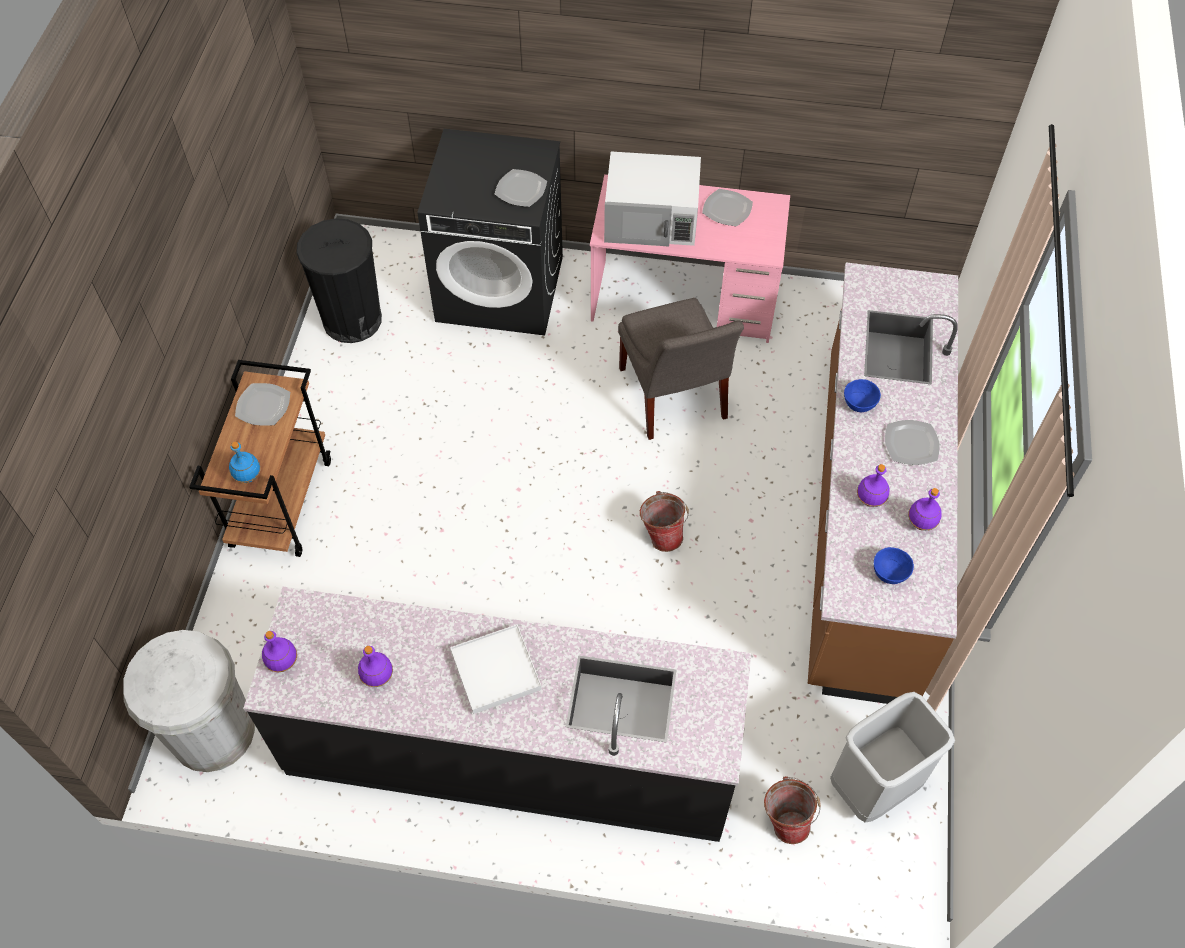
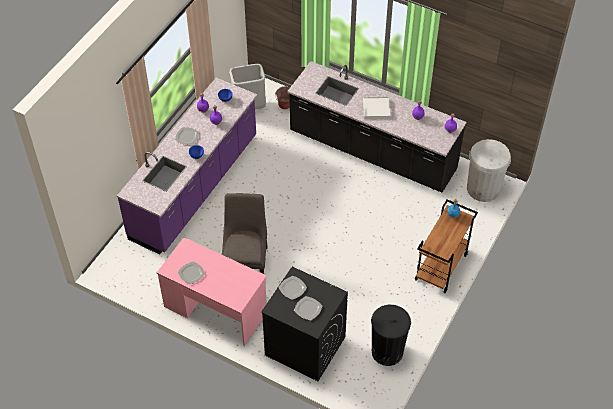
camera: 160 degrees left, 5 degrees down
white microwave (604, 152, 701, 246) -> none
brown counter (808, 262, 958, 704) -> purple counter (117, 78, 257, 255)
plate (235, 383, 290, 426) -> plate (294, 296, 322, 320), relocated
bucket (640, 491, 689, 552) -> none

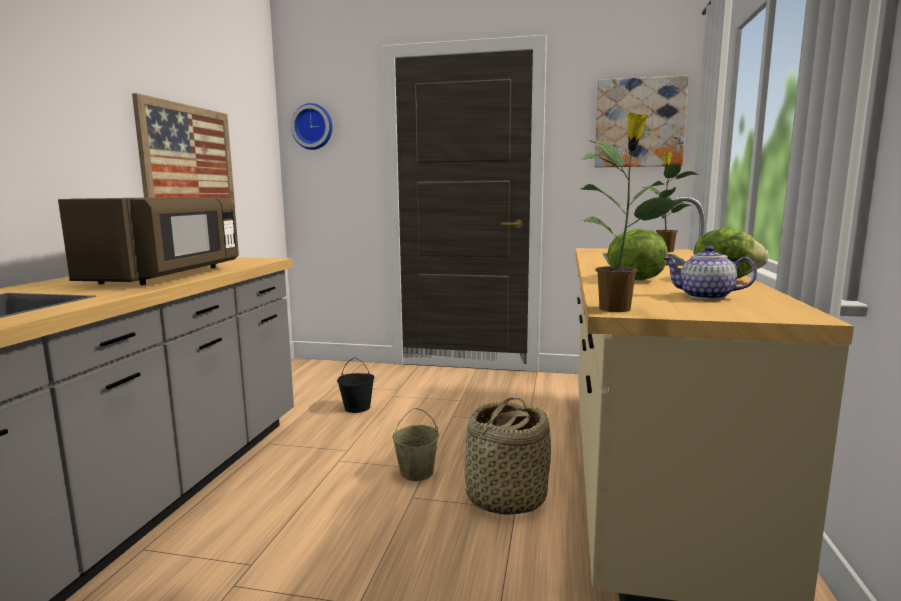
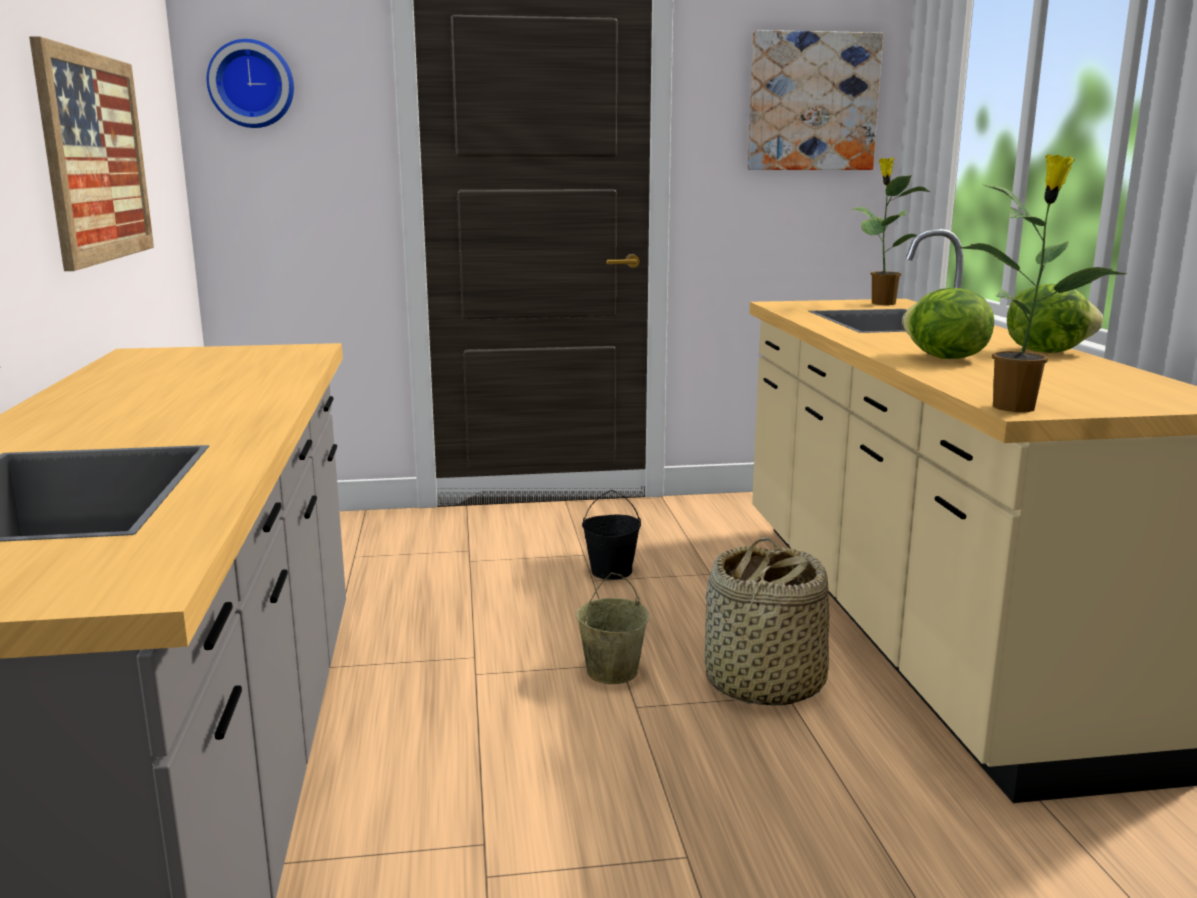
camera: 20 degrees left, 5 degrees up
brown microwave (58, 197, 239, 285) -> none
teapot (663, 246, 757, 300) -> none
black bucket (337, 357, 374, 413) -> black bucket (582, 490, 641, 580), relocated

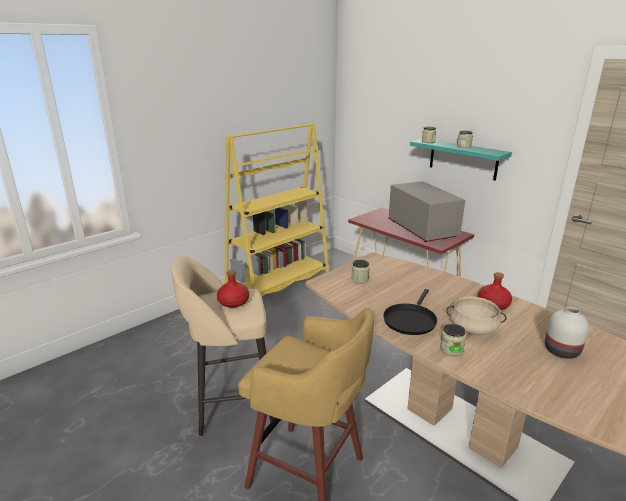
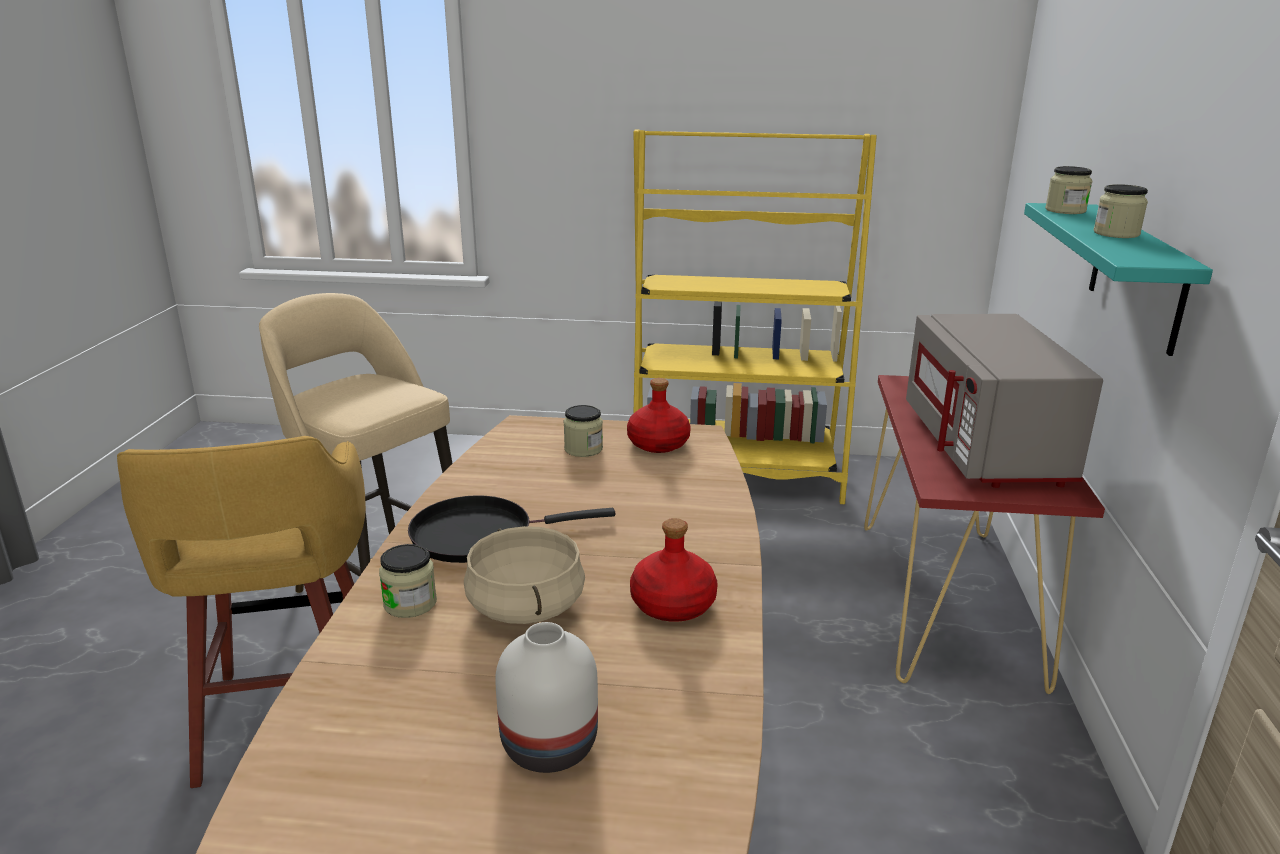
camera: 50 degrees right, 0 degrees up
grey microwave (388, 181, 465, 242) -> grey microwave (906, 314, 1103, 488), 150 degrees clockwise
red bottle (217, 270, 249, 308) -> red bottle (627, 378, 691, 453), relocated

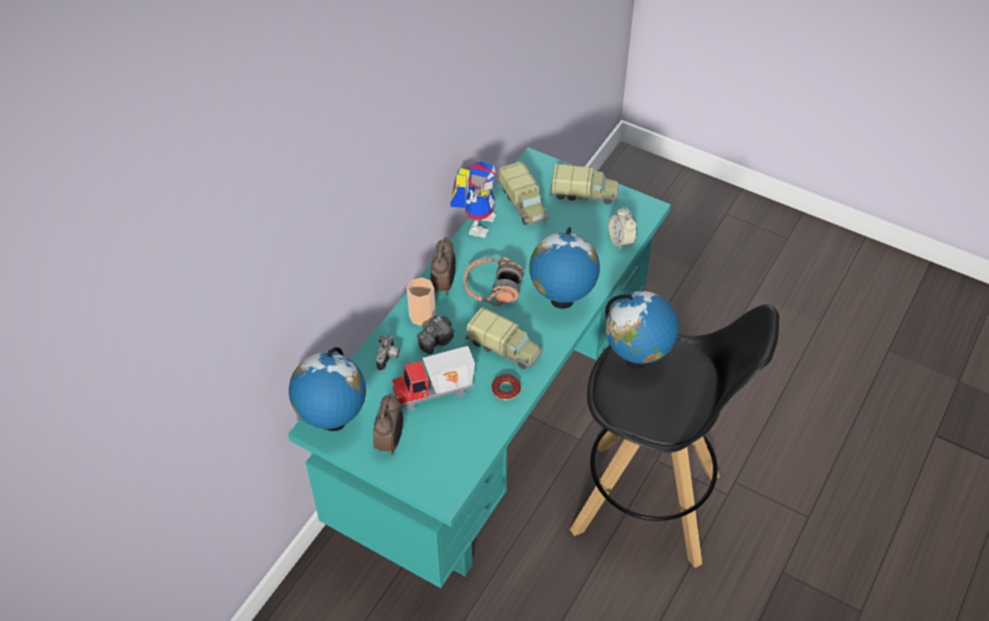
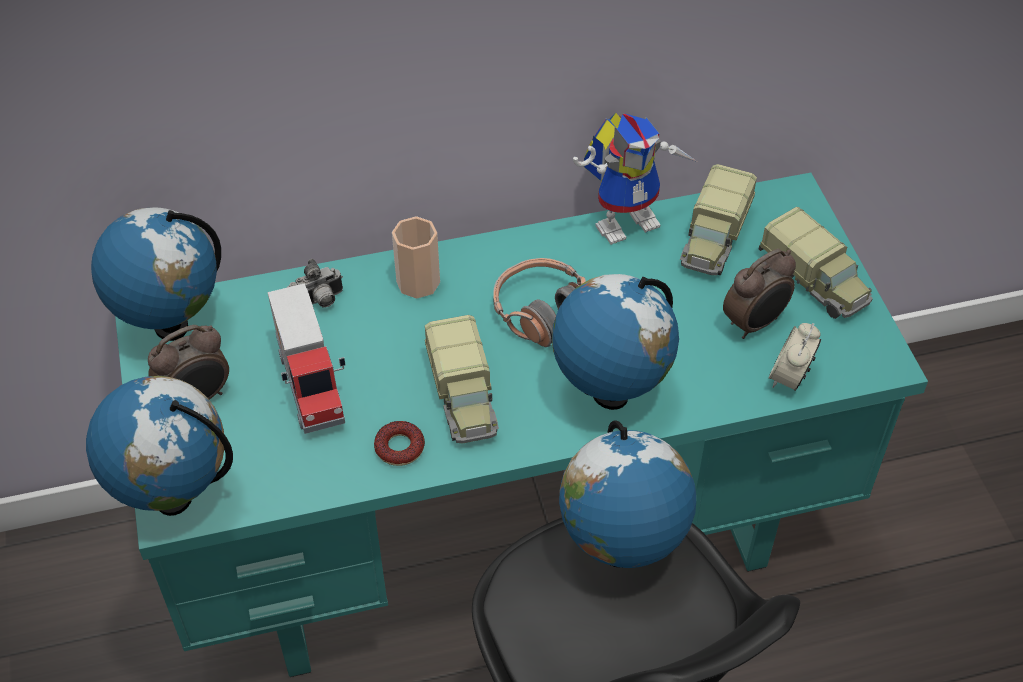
camera: 45 degrees right, 0 degrees up
alarm clock (431, 237, 456, 296) -> alarm clock (723, 249, 796, 339), relocated
photo camera (417, 316, 454, 354) -> none
toy truck (392, 346, 475, 410) -> toy truck (267, 283, 346, 434), 135 degrees counterclockwise
none -> globe (86, 376, 233, 516)

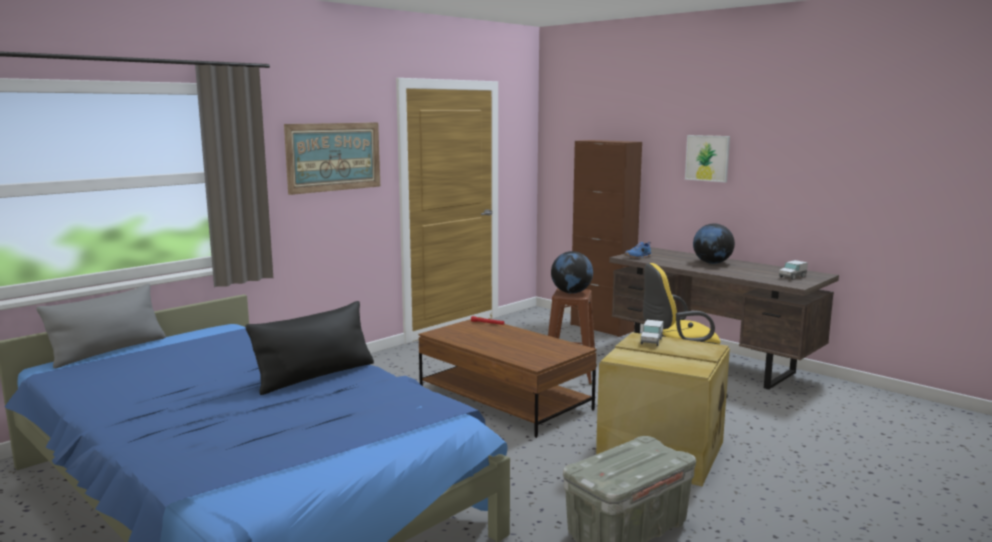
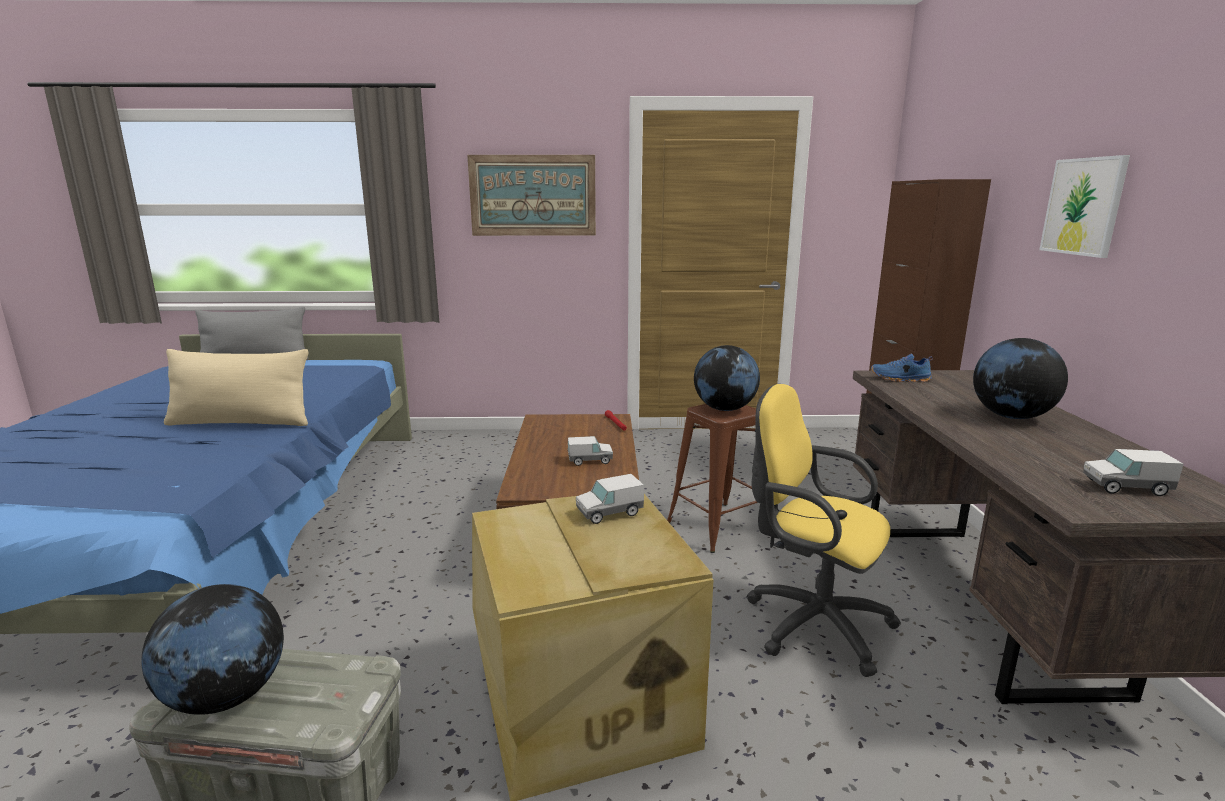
camera: 45 degrees right, 5 degrees up
black pillow (245, 301, 374, 395) -> beige pillow (164, 349, 309, 426)
none -> toy truck (568, 436, 613, 466)
none -> globe (141, 584, 284, 715)

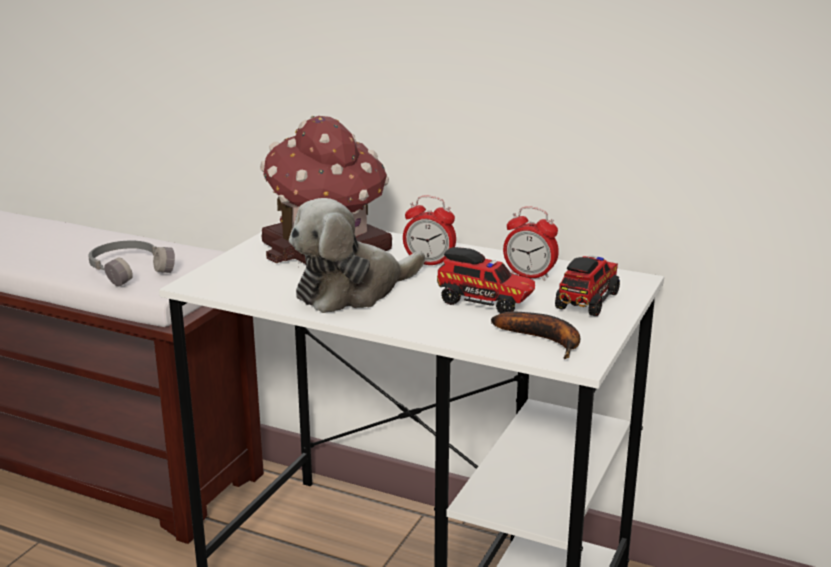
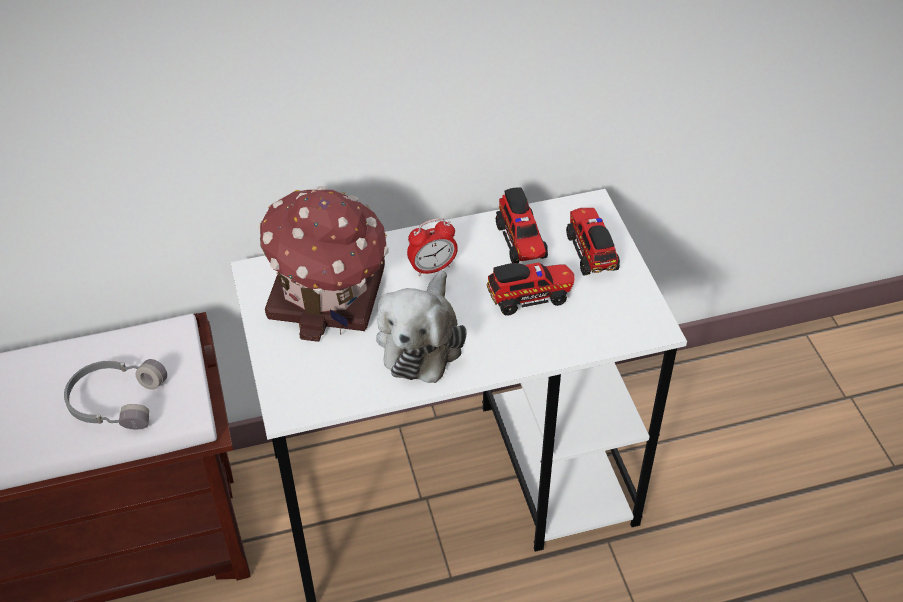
camera: 40 degrees left, 25 degrees up
alarm clock (503, 206, 559, 281) -> toy truck (496, 187, 548, 263)
banana (491, 312, 580, 359) -> none

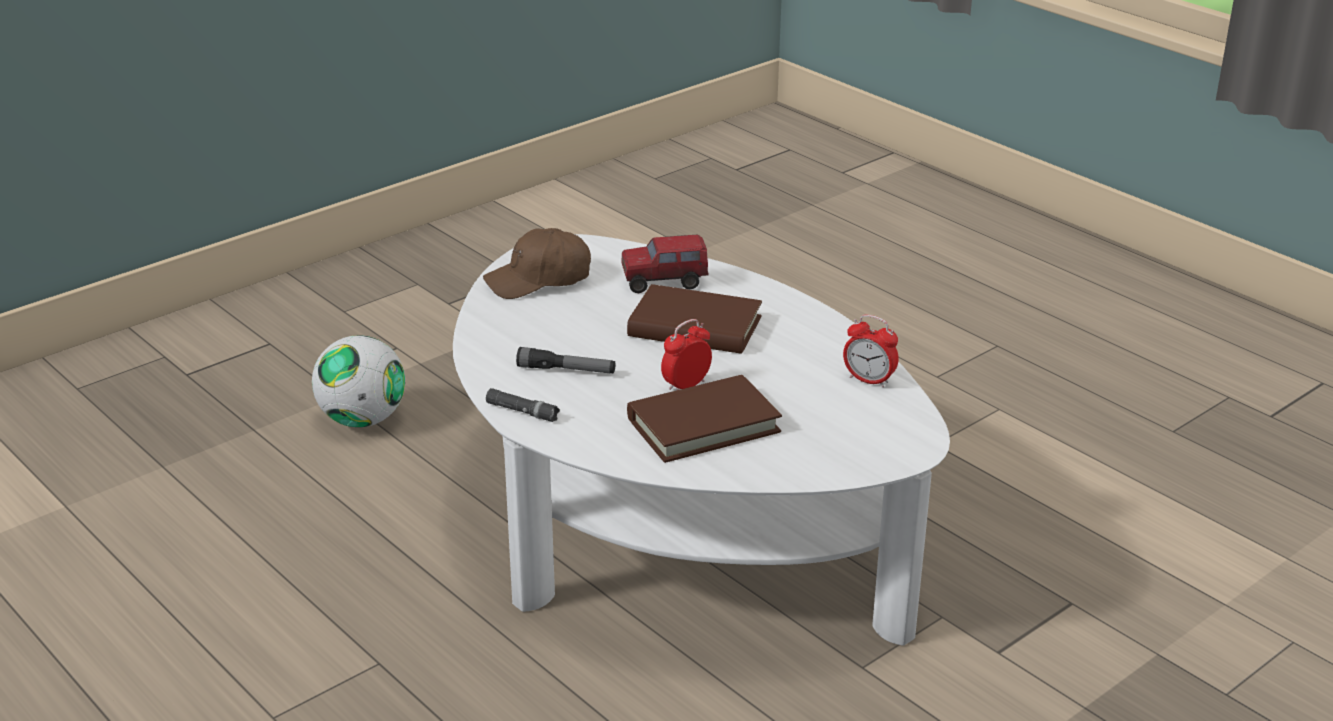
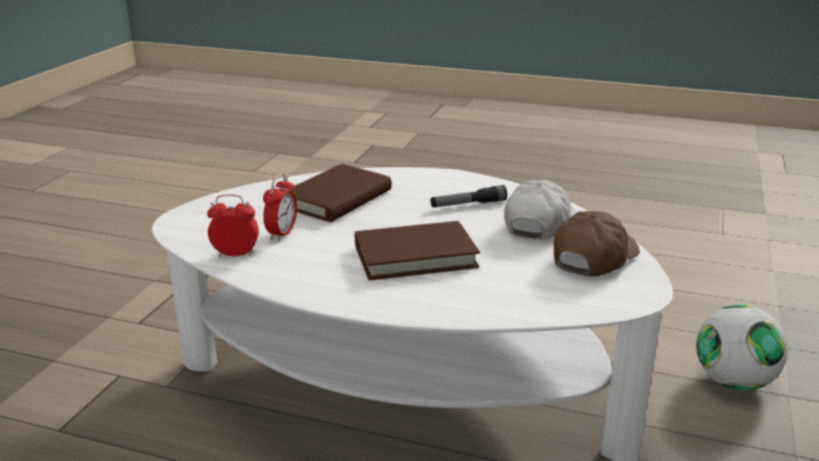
camera: 150 degrees right, 5 degrees down
toy truck (621, 234, 709, 293) -> none
alarm clock (661, 319, 712, 391) -> alarm clock (263, 174, 297, 241), relocated
black flashlight (486, 388, 560, 422) -> none
none -> white cap (504, 180, 577, 239)

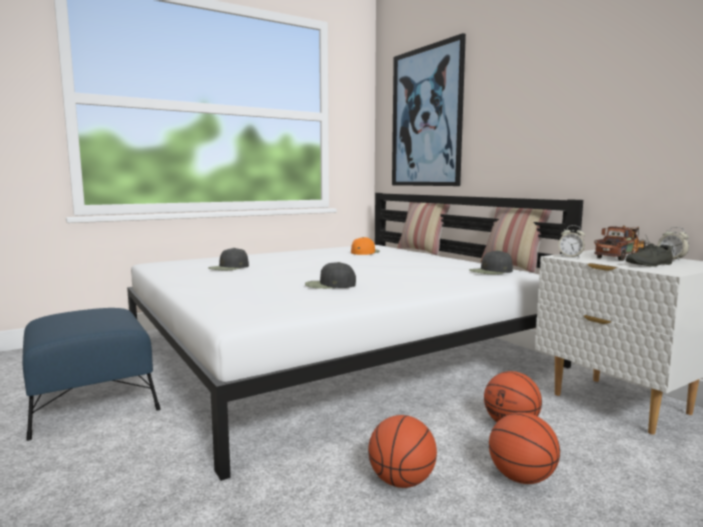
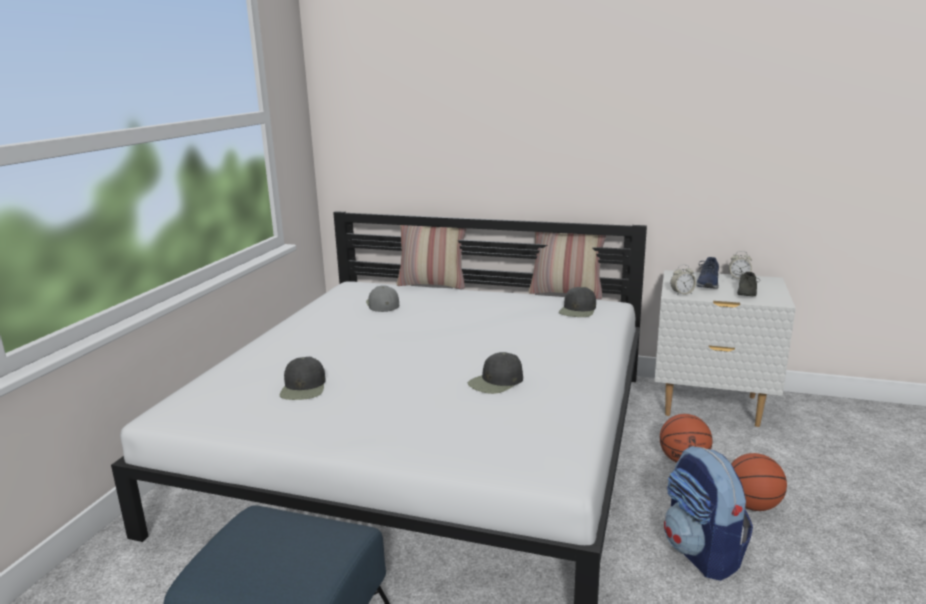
camera: 40 degrees left, 10 degrees up
picture (392, 33, 466, 186) -> none
toy truck (594, 226, 645, 261) -> blue shoe (696, 257, 719, 289)
orange cap (351, 237, 380, 255) -> grey cap (366, 285, 399, 312)
basketball (368, 415, 437, 488) -> backpack (664, 446, 753, 581)

